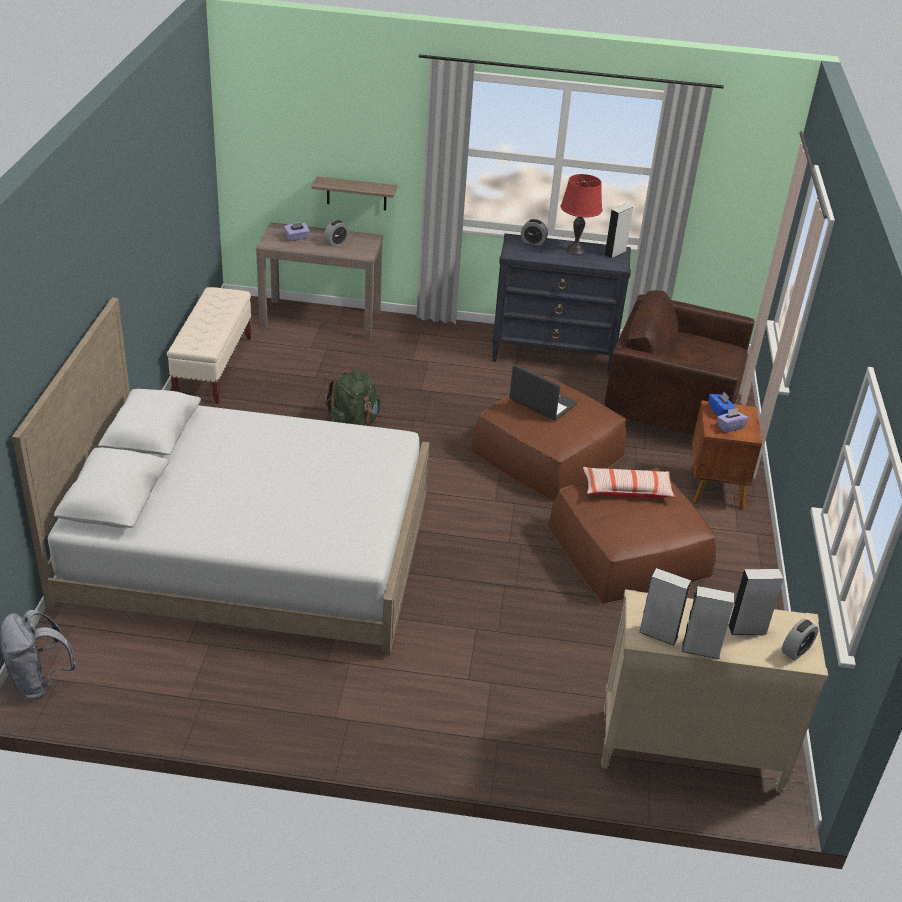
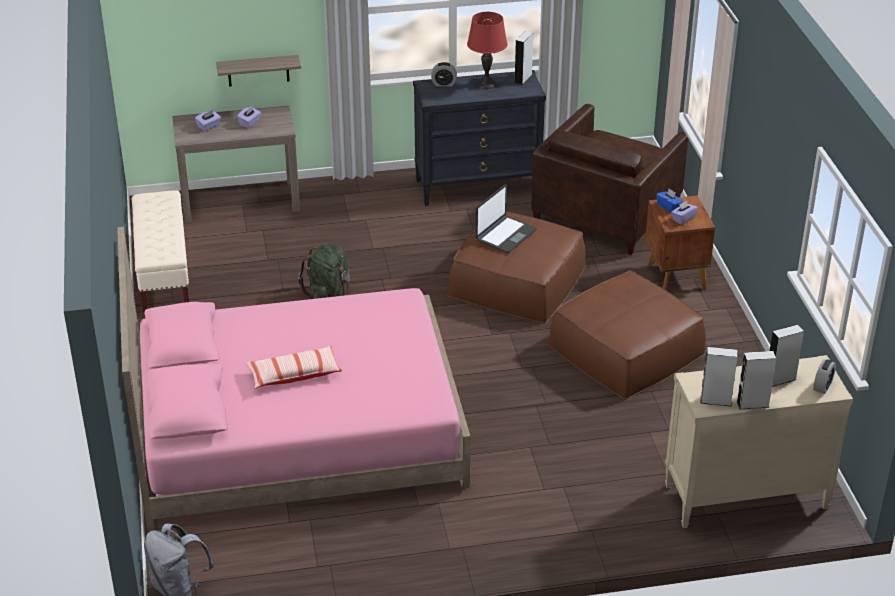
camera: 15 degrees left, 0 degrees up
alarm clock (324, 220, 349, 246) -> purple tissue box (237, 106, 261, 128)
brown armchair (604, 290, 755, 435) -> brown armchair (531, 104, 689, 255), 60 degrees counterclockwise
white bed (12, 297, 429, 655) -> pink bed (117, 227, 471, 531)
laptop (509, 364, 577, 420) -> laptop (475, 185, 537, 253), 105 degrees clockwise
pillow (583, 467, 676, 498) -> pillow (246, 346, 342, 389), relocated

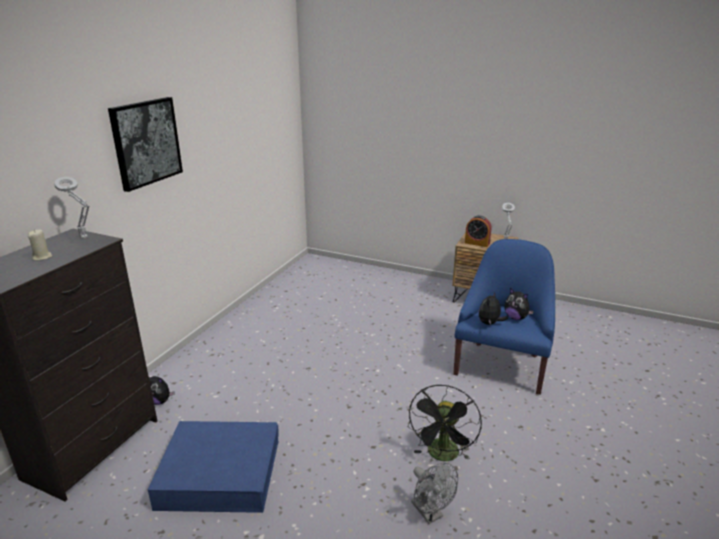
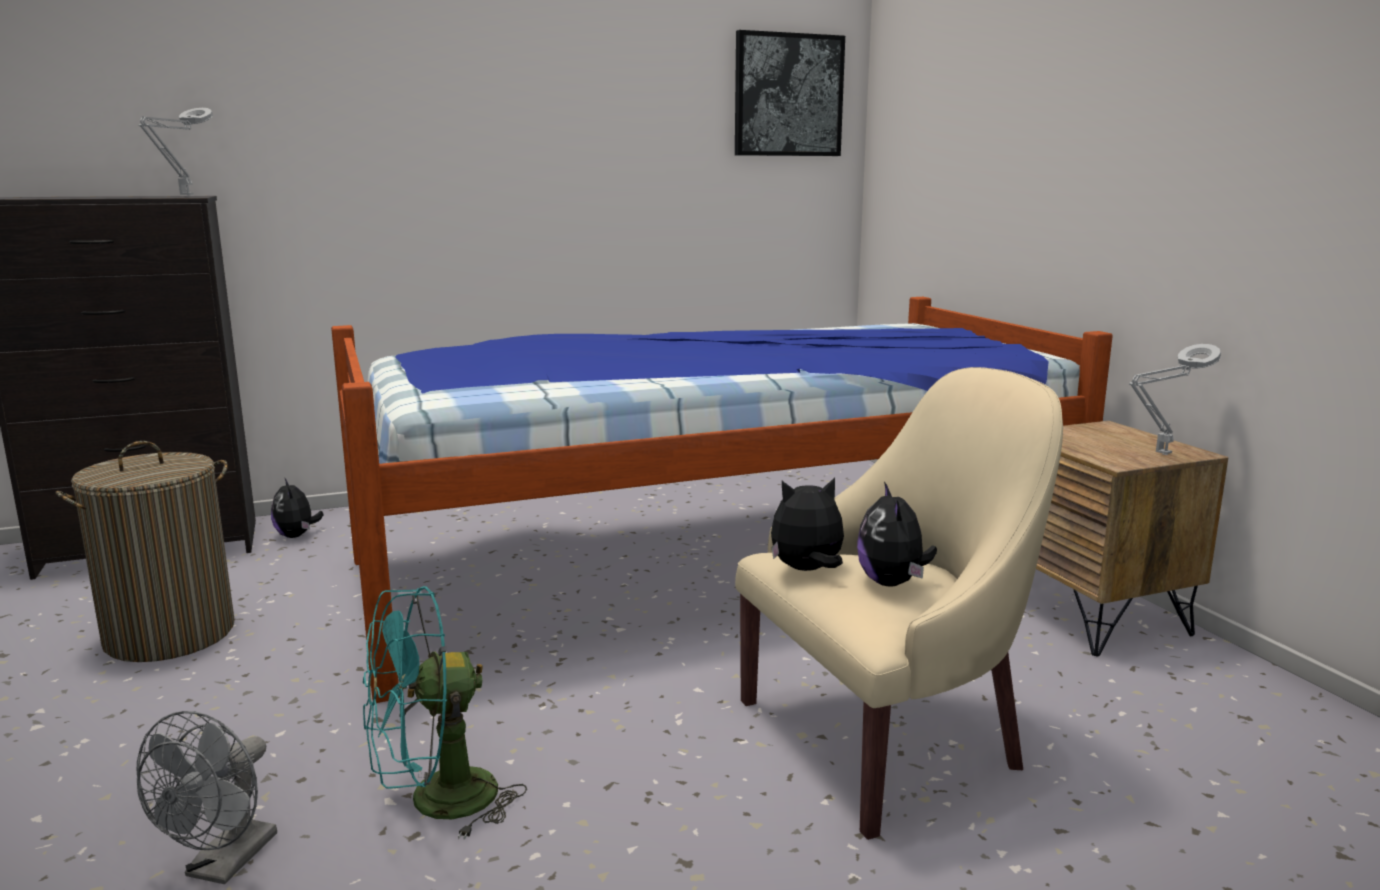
camera: 45 degrees right, 10 degrees down
picture (108, 97, 183, 192) -> picture (735, 30, 845, 156), relocated
alarm clock (465, 215, 491, 247) -> none
beige candle (28, 229, 52, 261) -> none
blue armchair (453, 239, 555, 395) -> beige armchair (735, 367, 1063, 840)
black fan (407, 385, 482, 461) -> turquoise fan (363, 586, 527, 840)
blue storage box (147, 421, 279, 513) -> laundry basket (56, 441, 235, 662)
none -> bed (331, 297, 1113, 703)

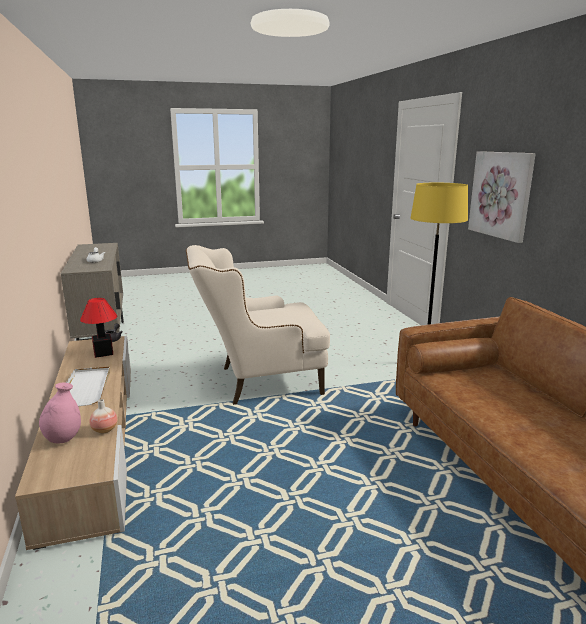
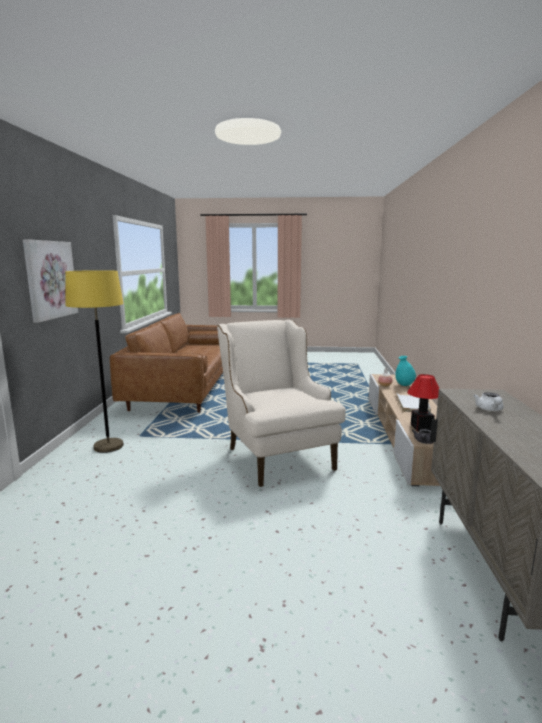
camera: 160 degrees left, 5 degrees down
beige armchair (186, 245, 330, 405) -> beige armchair (217, 320, 346, 487), 120 degrees counterclockwise
pink vase (39, 383, 81, 443) -> turquoise vase (395, 356, 416, 386)

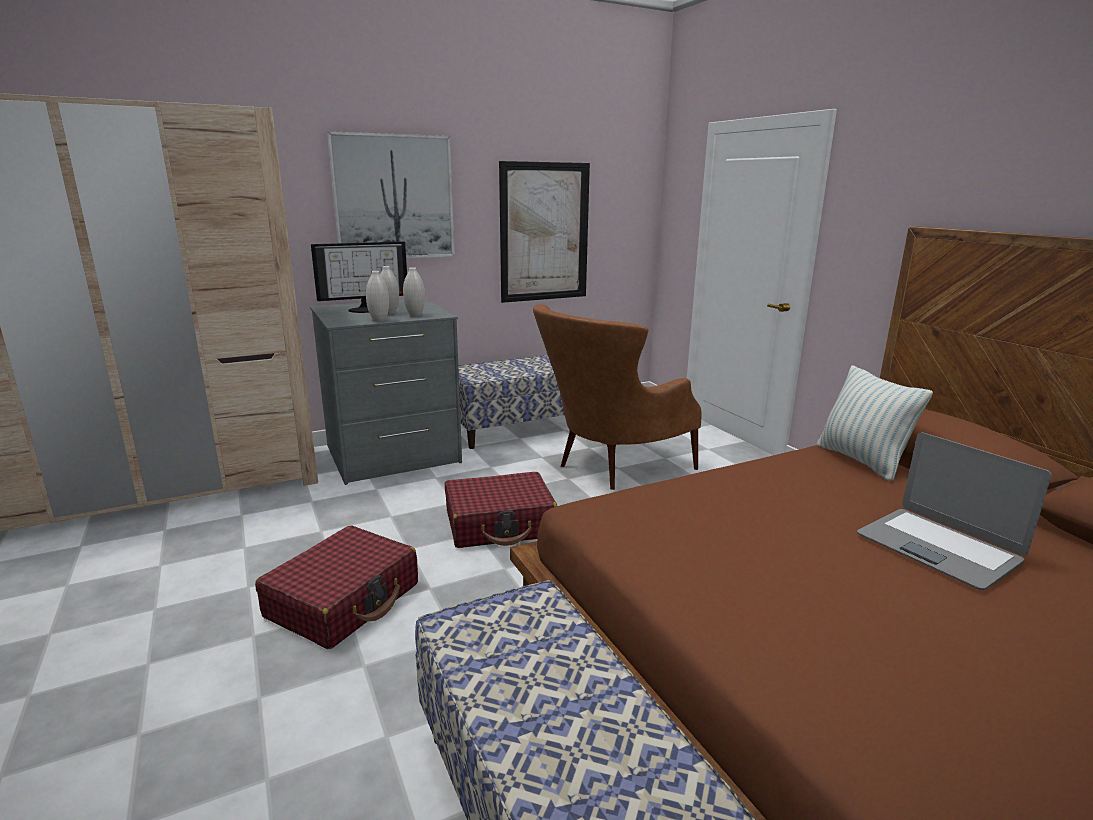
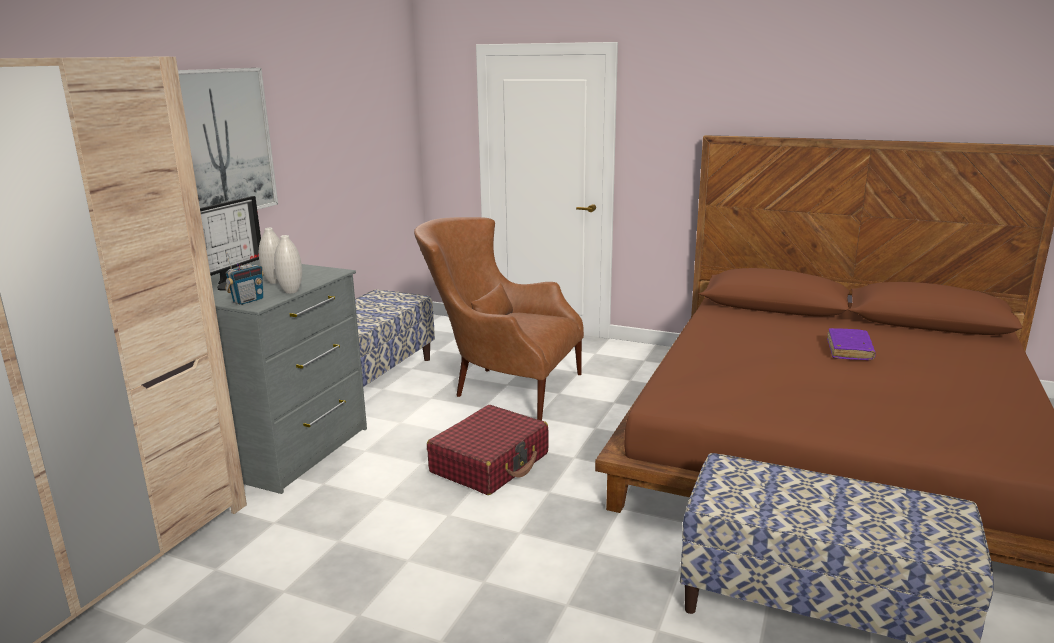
camera: 40 degrees left, 0 degrees up
picture (499, 161, 590, 303) -> none
white vase (403, 267, 425, 316) -> none
brown armchair (533, 304, 702, 490) -> brown armchair (414, 217, 584, 421), 105 degrees clockwise
pillow (817, 365, 933, 481) -> none
laptop (857, 432, 1052, 590) -> purple book (827, 328, 876, 360)
red suitcase (255, 525, 418, 649) -> none
none -> radio (225, 252, 264, 305)

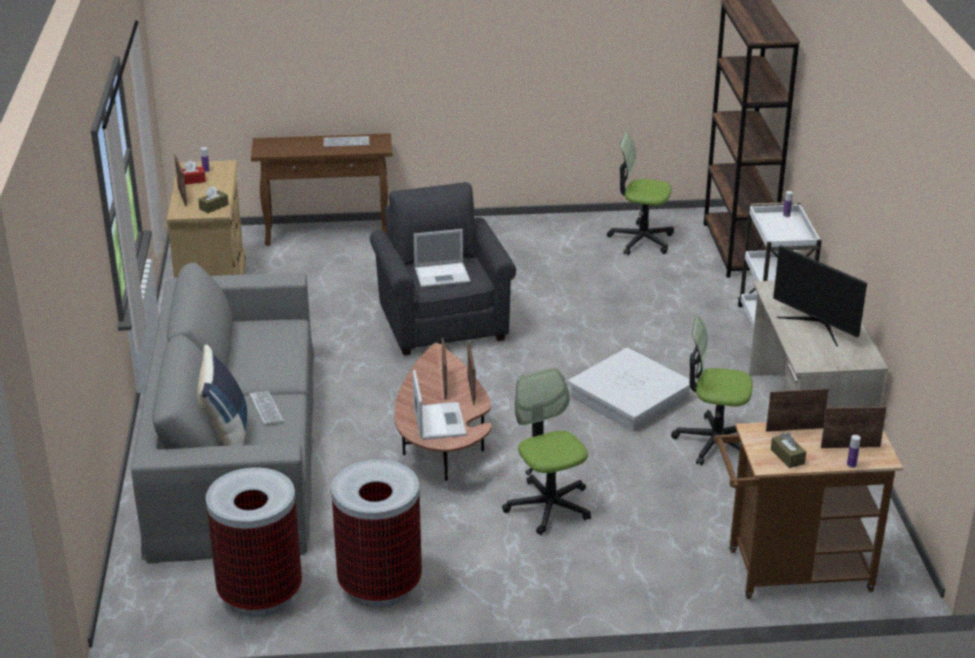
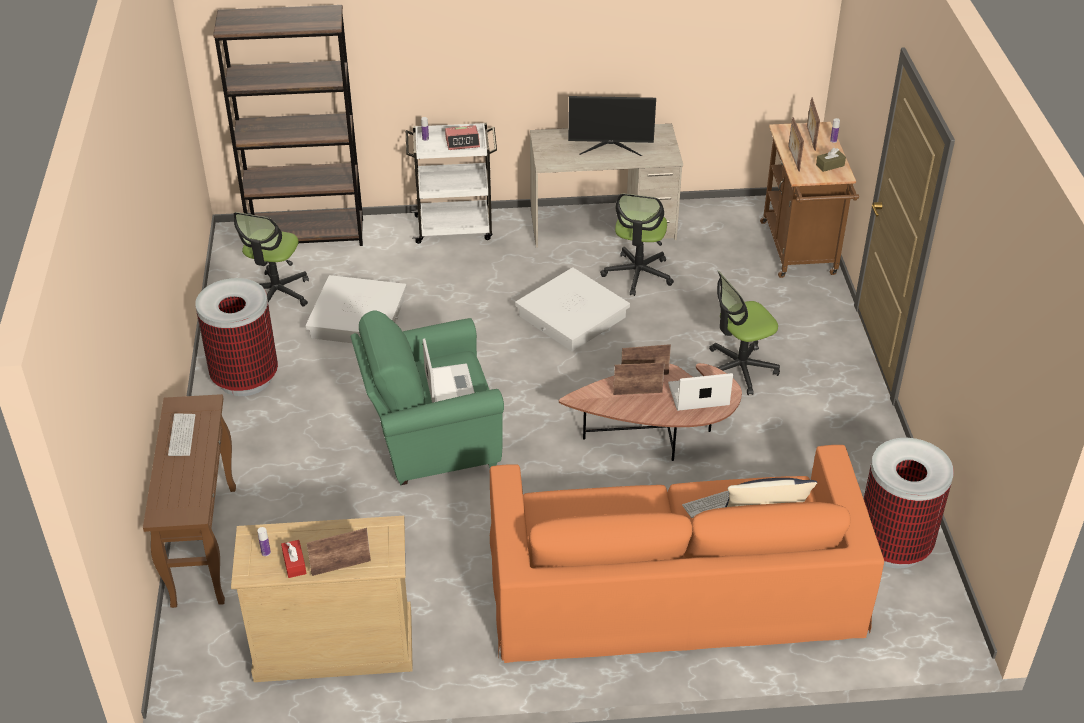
camera: 90 degrees left, 10 degrees up
grey armchair (370, 182, 516, 355) -> green armchair (350, 310, 504, 485)
brown tissue box (198, 186, 229, 213) -> none
monitor (773, 245, 867, 347) -> monitor (568, 96, 656, 156), 45 degrees clockwise
grey sofa (131, 263, 314, 564) -> orange sofa (490, 445, 884, 663)
trash can (331, 460, 422, 608) -> trash can (195, 278, 278, 396), relocated
none -> alarm clock (445, 125, 480, 150)
none -> white storage box (306, 275, 407, 343)

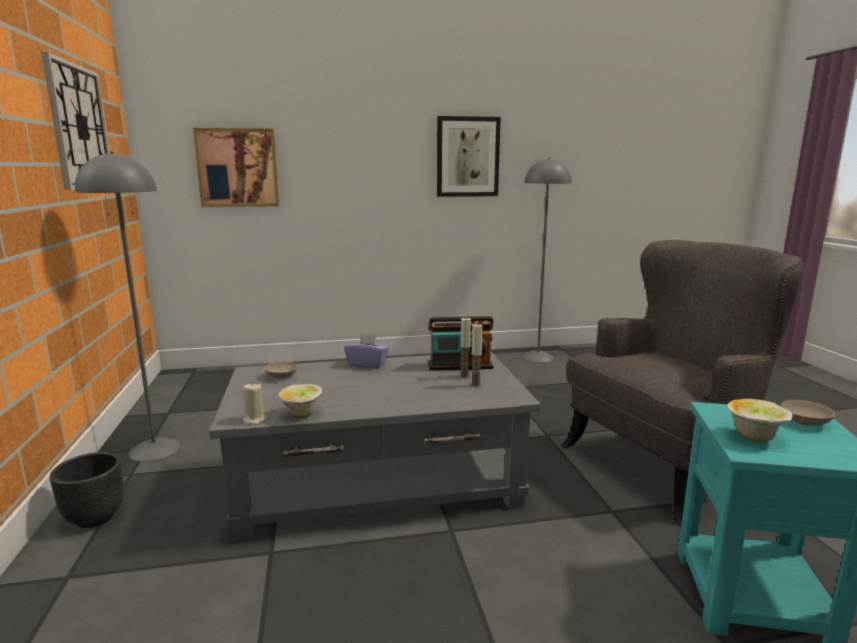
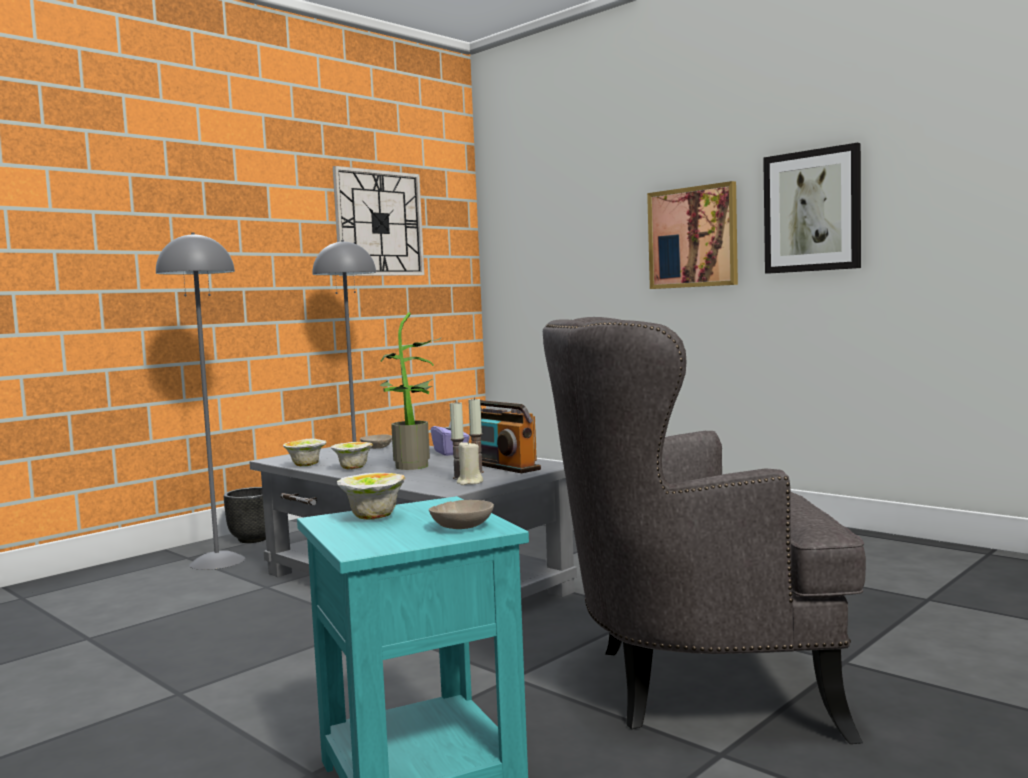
camera: 55 degrees right, 10 degrees down
picture (193, 128, 279, 207) -> picture (647, 181, 738, 289), relocated
grey floor lamp (522, 157, 572, 362) -> grey floor lamp (156, 232, 245, 570), relocated
grey armchair (561, 240, 805, 527) -> grey armchair (543, 317, 866, 744), 150 degrees clockwise
beige candle (242, 383, 267, 425) -> beige candle (457, 441, 483, 485), relocated
none -> potted plant (380, 312, 442, 470)
none -> bowl (331, 442, 373, 469)

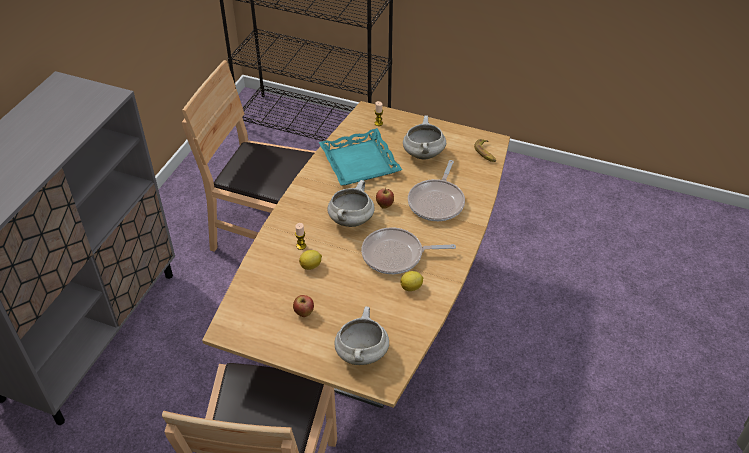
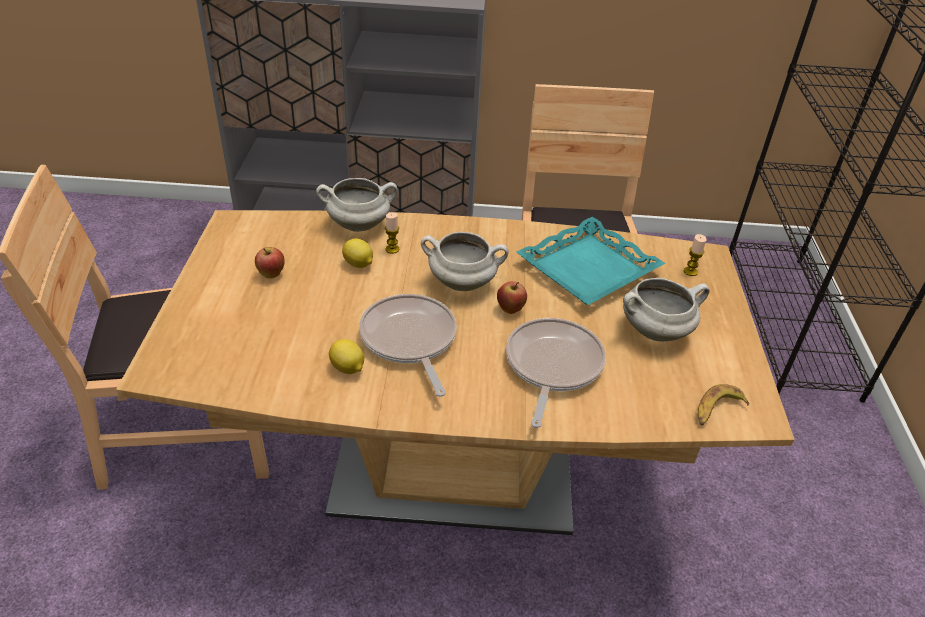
camera: 70 degrees right, 5 degrees down
frying pan (408, 160, 465, 221) -> frying pan (506, 318, 606, 428), 105 degrees clockwise
white cooking pot (334, 306, 389, 365) -> white cooking pot (316, 178, 398, 232), relocated

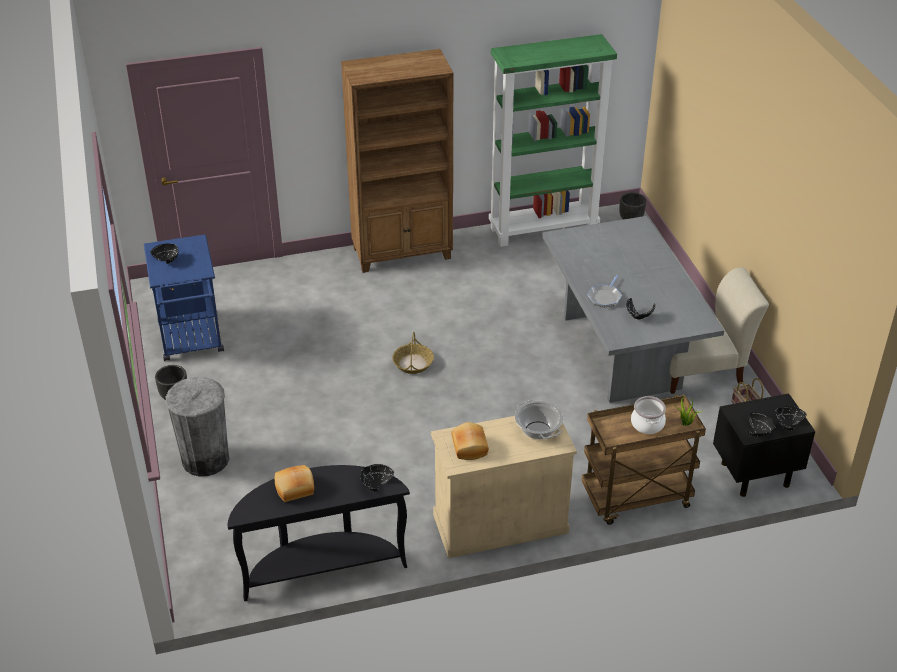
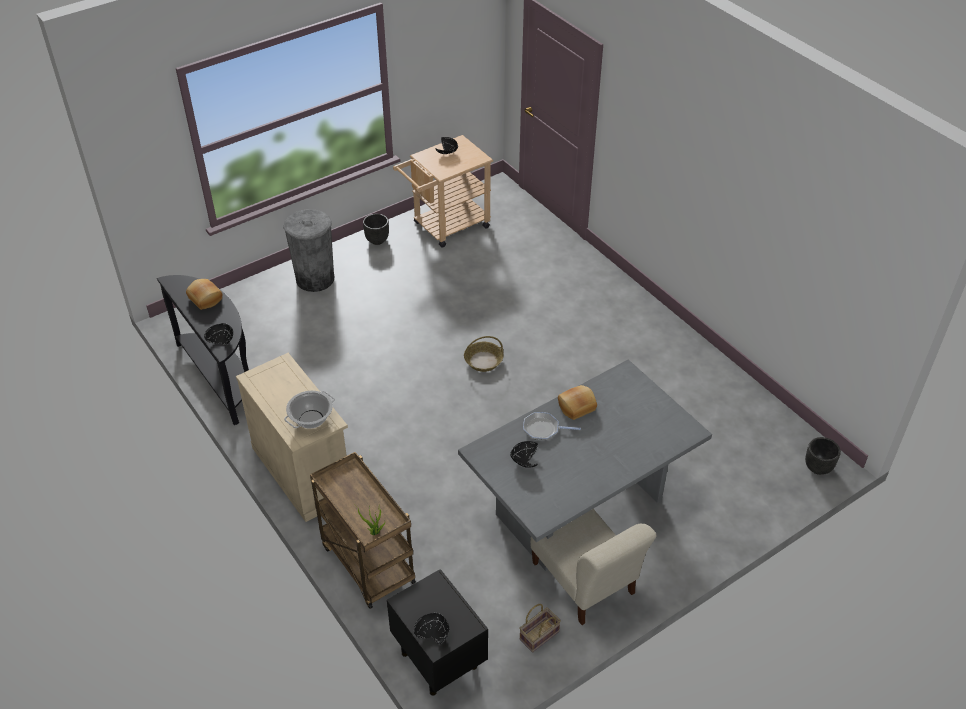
camera: 70 degrees right, 5 degrees up
green bookcase (489, 34, 617, 247) -> none
brown bookcase (341, 49, 453, 273) -> none
blue cart (144, 234, 224, 361) -> beige cart (393, 135, 493, 248)
cooking pot (631, 396, 666, 434) -> none
black bowl (746, 412, 775, 437) -> none
bread (451, 422, 489, 460) -> bread (558, 385, 597, 420), relocated

